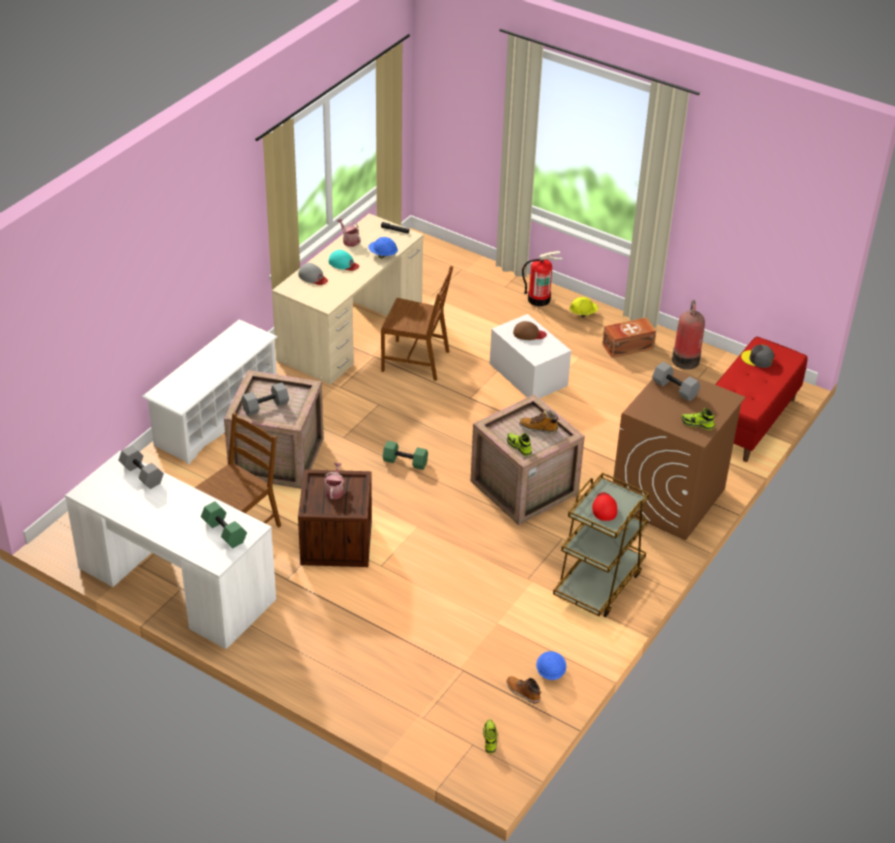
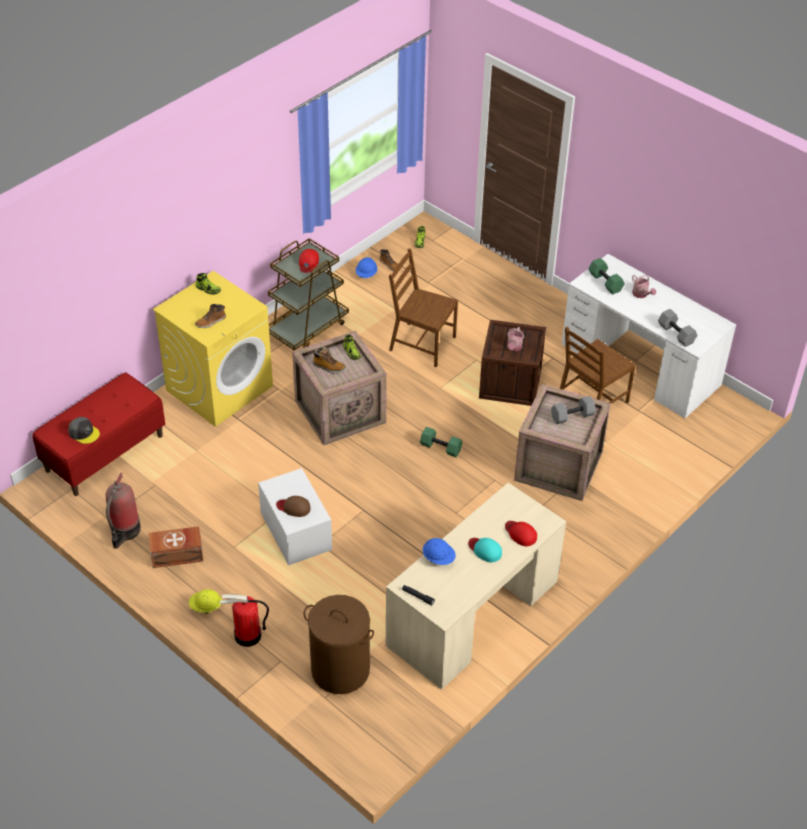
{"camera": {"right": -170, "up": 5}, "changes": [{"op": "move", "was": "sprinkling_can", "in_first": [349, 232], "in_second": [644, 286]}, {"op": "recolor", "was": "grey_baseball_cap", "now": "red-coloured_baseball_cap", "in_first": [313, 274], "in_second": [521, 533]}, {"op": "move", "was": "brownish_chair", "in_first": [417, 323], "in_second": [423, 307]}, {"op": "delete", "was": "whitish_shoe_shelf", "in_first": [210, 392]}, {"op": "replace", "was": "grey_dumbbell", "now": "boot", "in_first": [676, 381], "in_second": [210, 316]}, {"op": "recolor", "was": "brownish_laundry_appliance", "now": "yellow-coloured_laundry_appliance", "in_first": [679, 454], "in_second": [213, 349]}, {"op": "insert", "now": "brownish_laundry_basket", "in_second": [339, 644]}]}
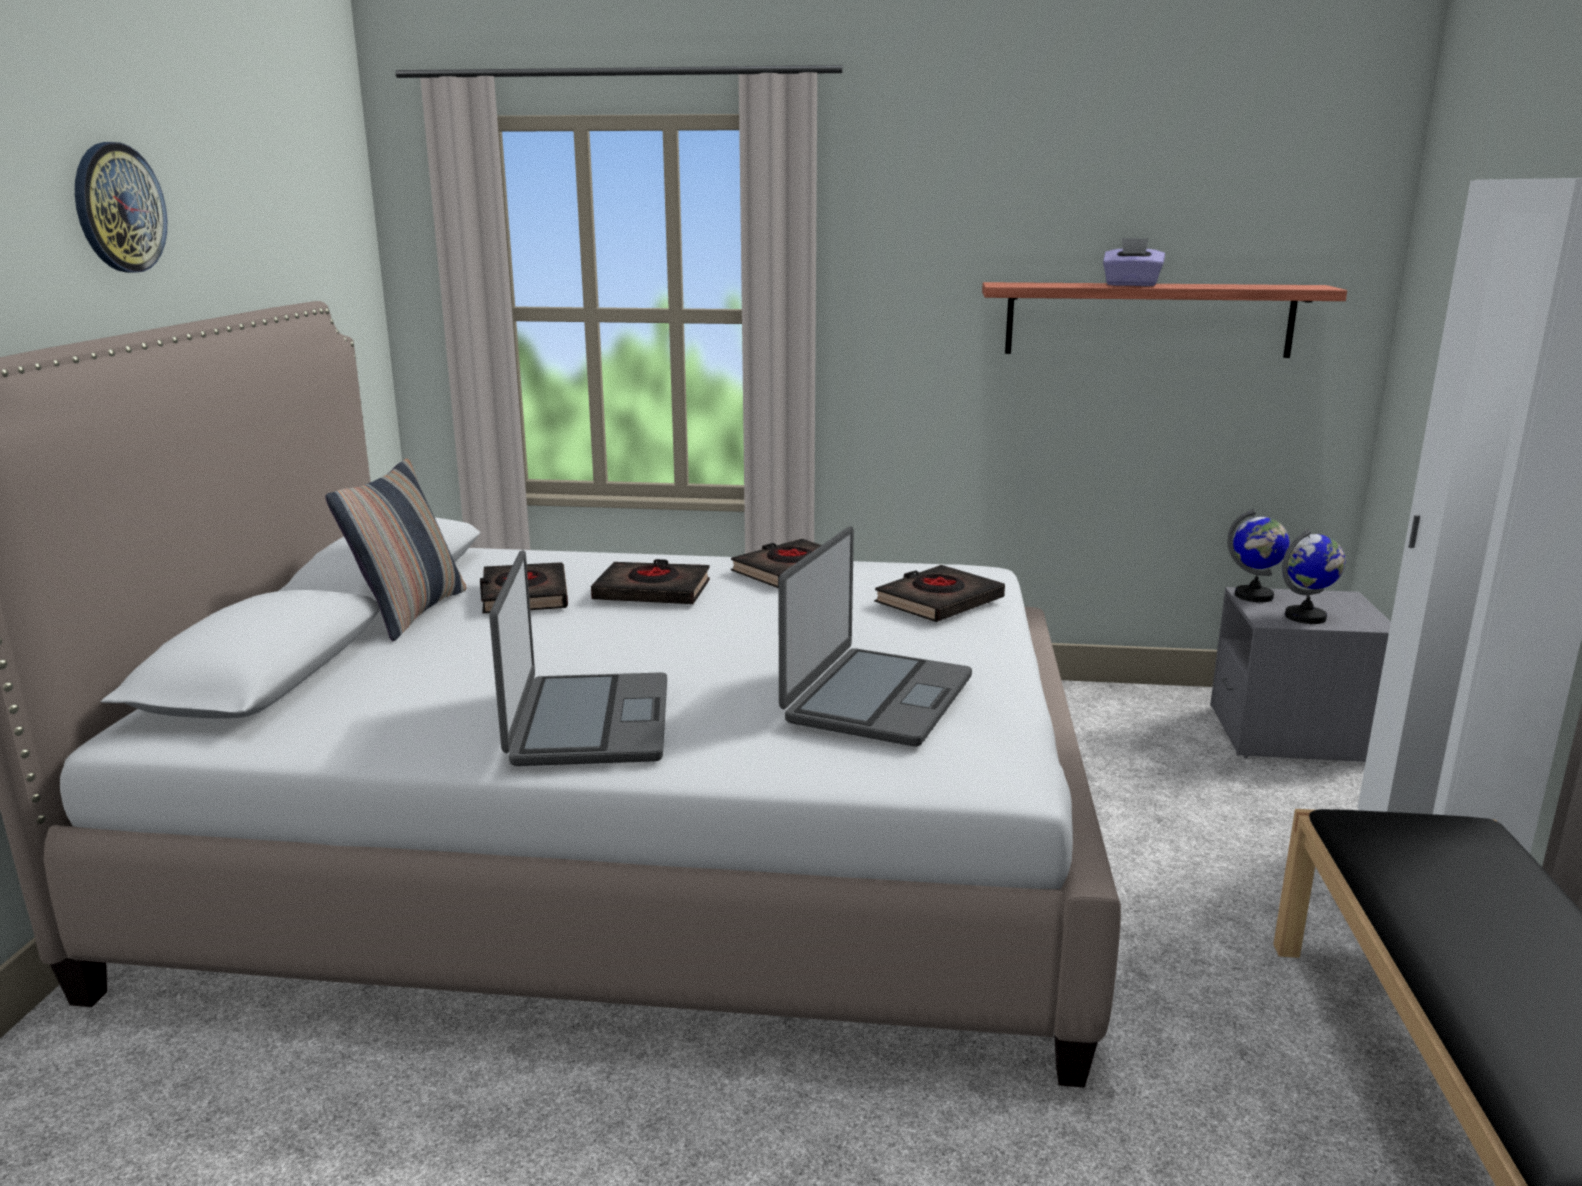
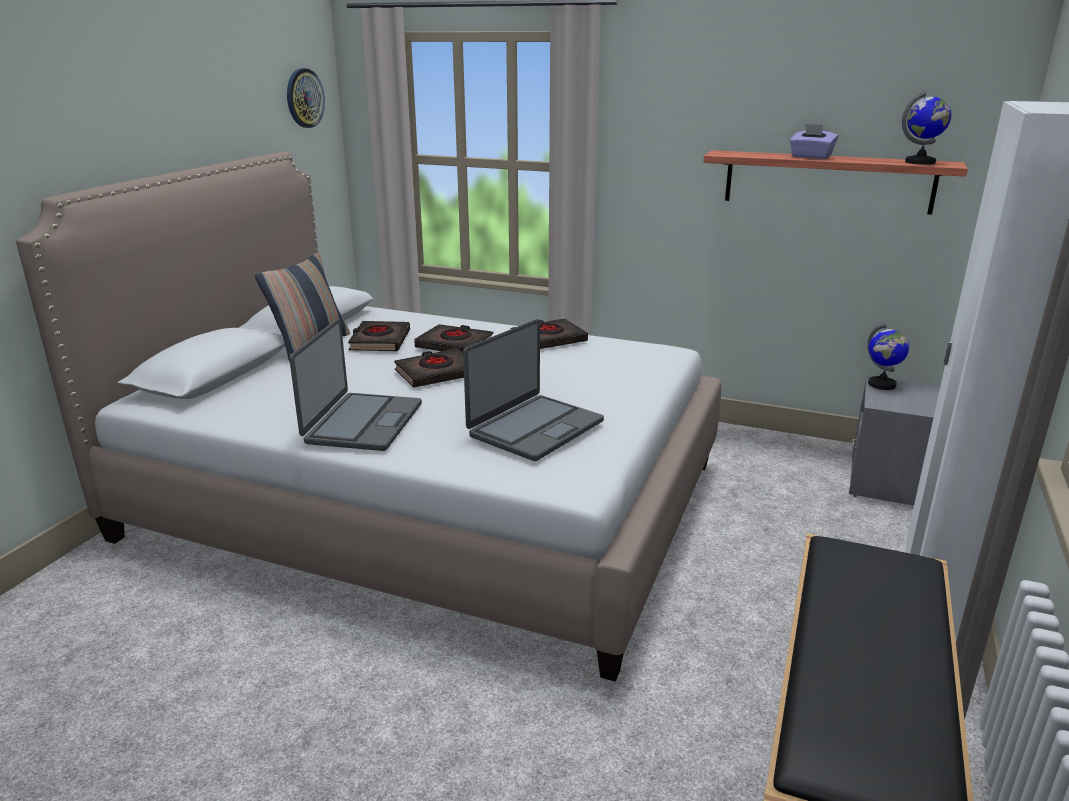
{"camera": {"right": 15, "up": 5}, "changes": [{"op": "move", "was": "hanging_clock", "in_first": [121, 207], "in_second": [306, 98]}, {"op": "move", "was": "world_globe", "in_first": [1313, 576], "in_second": [926, 128]}, {"op": "move", "was": "black_bound_book", "in_first": [939, 593], "in_second": [429, 368]}]}
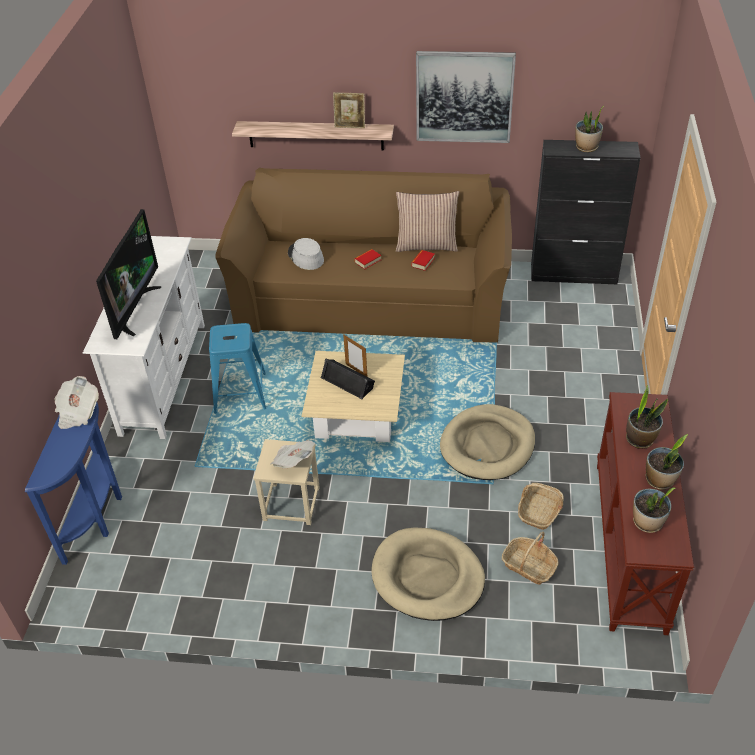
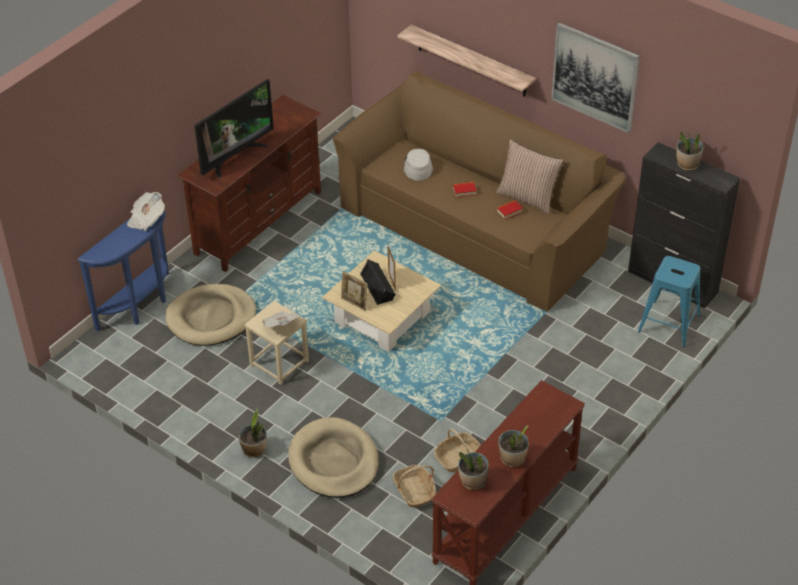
{"camera": {"right": 30, "up": 0}, "changes": [{"op": "move", "was": "picture_frame", "in_first": [349, 110], "in_second": [354, 291]}, {"op": "recolor", "was": "whitish_tv_stand", "now": "brownish_tv_stand", "in_first": [144, 337], "in_second": [249, 183]}, {"op": "move", "was": "bluish_sitting_stool", "in_first": [237, 368], "in_second": [669, 301]}, {"op": "move", "was": "plant_in_a_pot", "in_first": [647, 417], "in_second": [253, 433]}, {"op": "move", "was": "sand-coloured_pet_bed", "in_first": [487, 442], "in_second": [210, 315]}]}
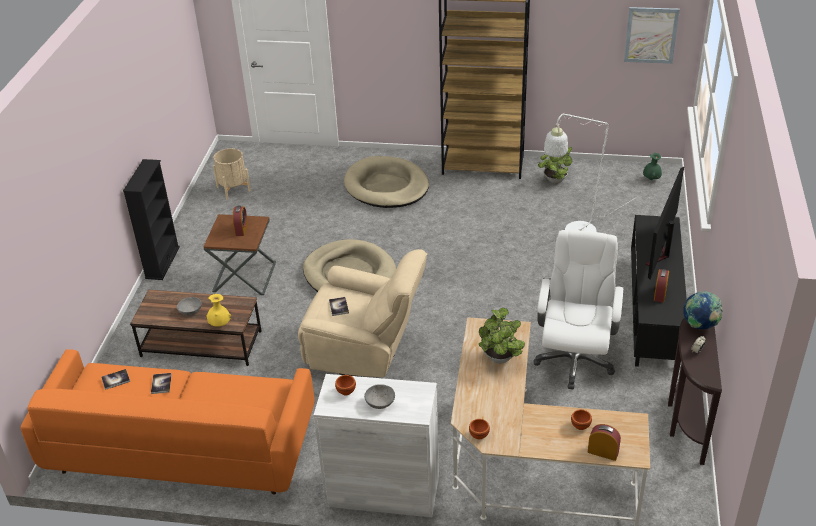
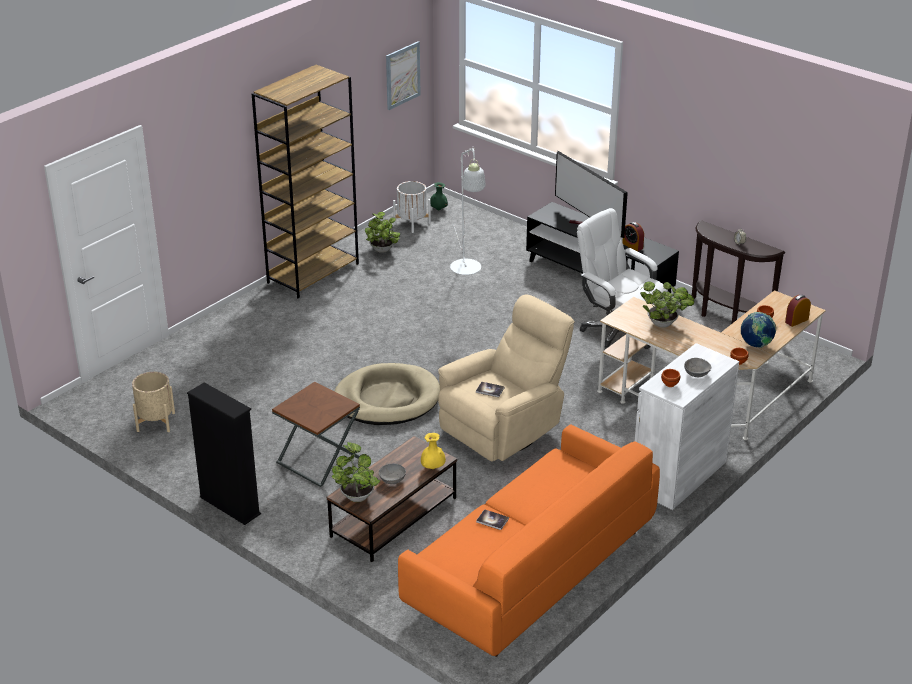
{"camera": {"right": -60, "up": -5}, "changes": [{"op": "delete", "was": "sand-coloured_pet_bed", "in_first": [386, 182]}, {"op": "delete", "was": "bedside_clock", "in_first": [240, 221]}, {"op": "move", "was": "world_globe", "in_first": [703, 310], "in_second": [758, 330]}, {"op": "delete", "was": "bound_book", "in_first": [115, 379]}, {"op": "insert", "now": "whitish_flower_pot", "in_second": [412, 207]}, {"op": "insert", "now": "plant_in_a_pot", "in_second": [356, 472]}]}
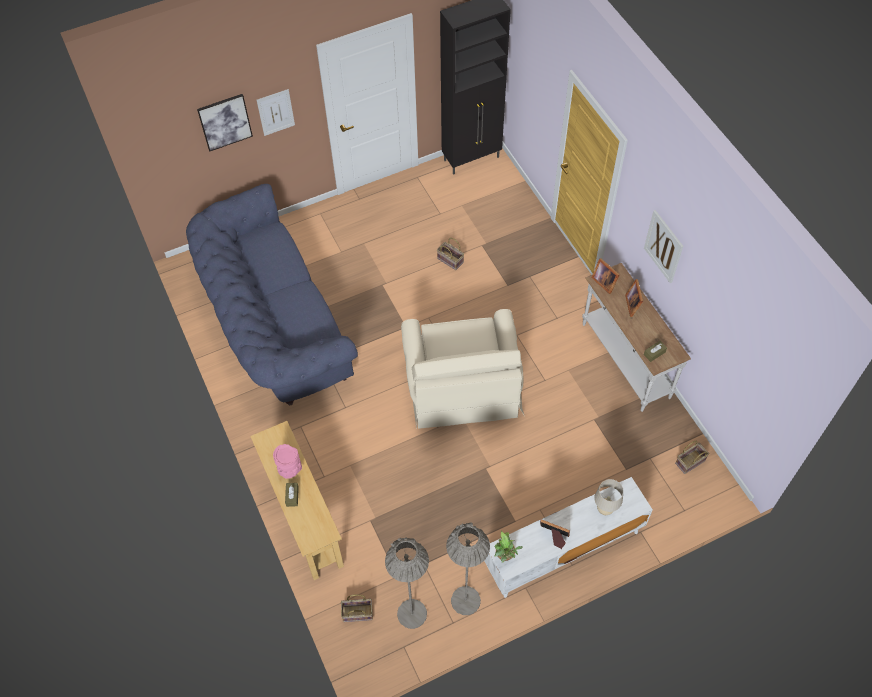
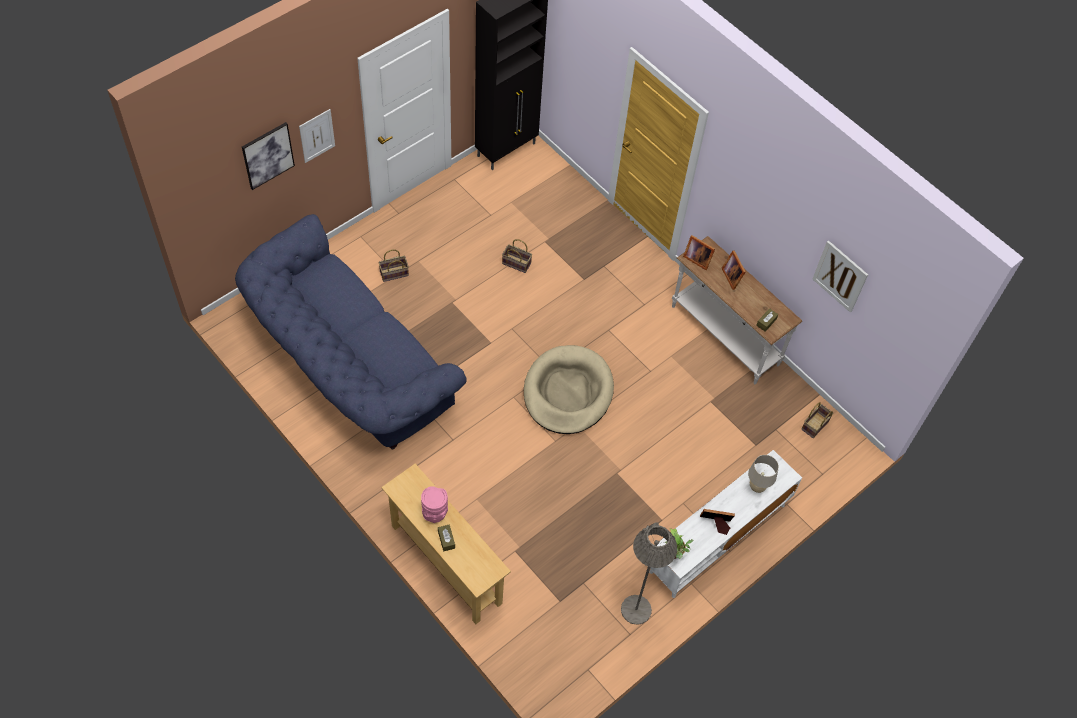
{"camera": {"right": -20, "up": 0}, "changes": [{"op": "move", "was": "wall_picture", "in_first": [663, 246], "in_second": [840, 276]}, {"op": "replace", "was": "sand-coloured_armchair", "now": "sand-coloured_pet_bed", "in_first": [462, 369], "in_second": [569, 389]}, {"op": "delete", "was": "grey_standard_lamp", "in_first": [407, 583]}, {"op": "move", "was": "storage_basket", "in_first": [357, 608], "in_second": [393, 265]}]}
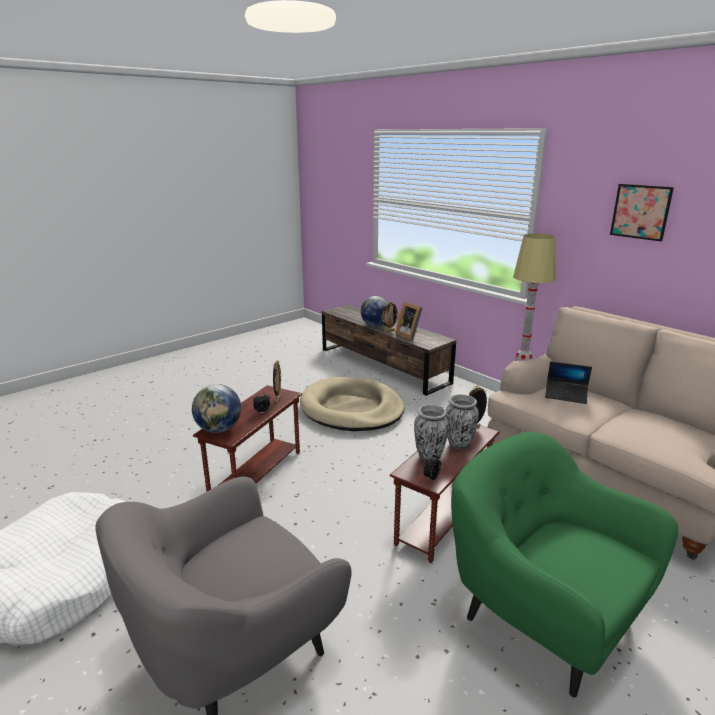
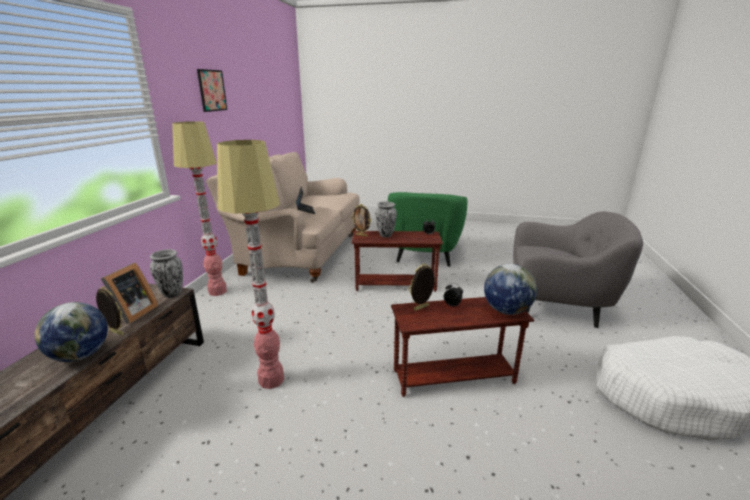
{"camera": {"right": -125, "up": 0}, "changes": [{"op": "replace", "was": "sand-coloured_pet_bed", "now": "standard_lamp", "in_first": [352, 404], "in_second": [250, 264]}, {"op": "move", "was": "vase", "in_first": [431, 433], "in_second": [166, 273]}]}
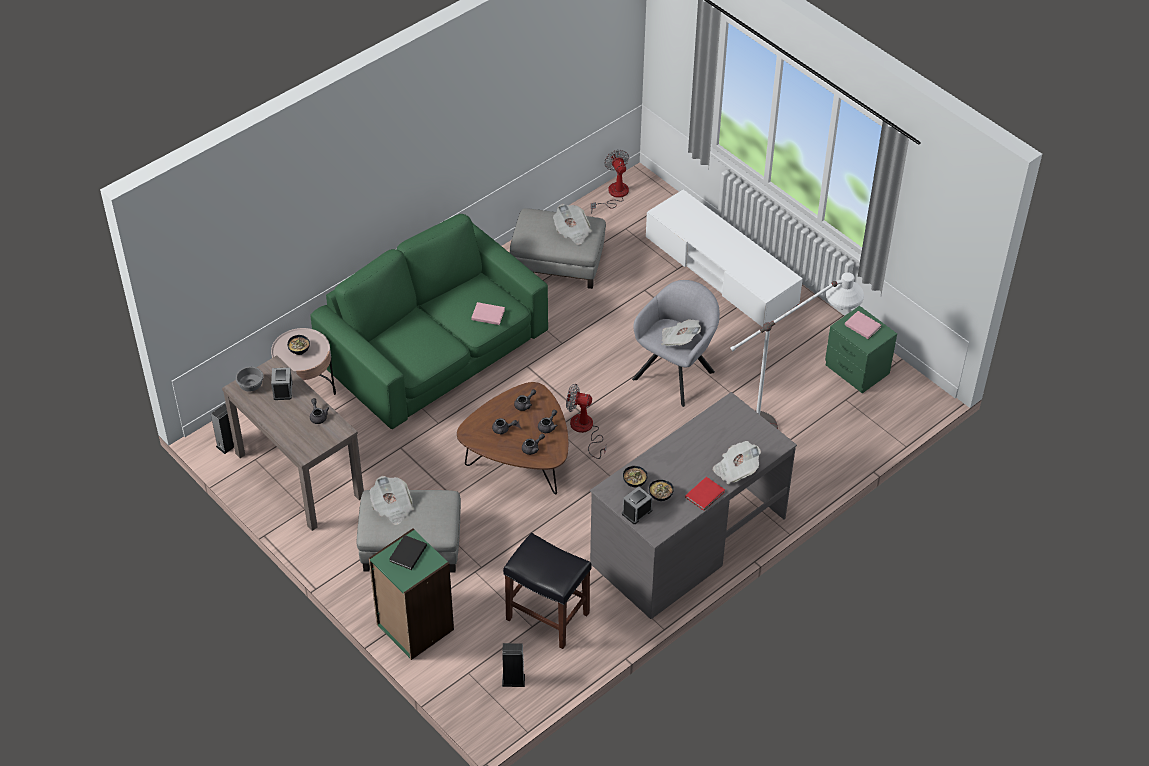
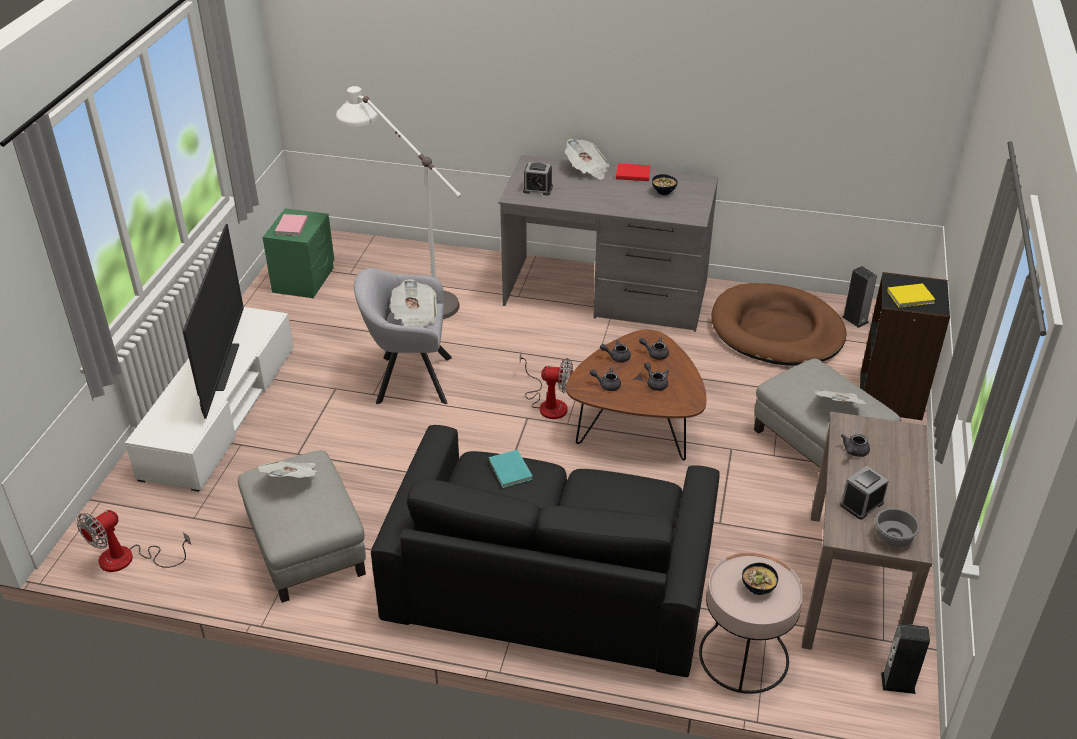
{"camera": {"right": -125, "up": -10}, "changes": [{"op": "recolor", "was": "green_sofa", "now": "black_sofa", "in_first": [429, 321], "in_second": [545, 551]}, {"op": "recolor", "was": "pinkish_bound_book", "now": "turquoise_bound_book", "in_first": [488, 313], "in_second": [510, 469]}, {"op": "rotate", "was": "cooling_fan", "in_first": [586, 421], "in_second": [546, 385], "clockwise": -60}, {"op": "delete", "was": "bowl", "in_first": [635, 476]}, {"op": "move", "was": "bedside_clock", "in_first": [637, 505], "in_second": [538, 178]}, {"op": "recolor", "was": "green_bookcase", "now": "black_bookcase", "in_first": [411, 594], "in_second": [905, 346]}, {"op": "replace", "was": "black_sitting_stool", "now": "brownish_pet_bed", "in_first": [547, 591], "in_second": [779, 324]}, {"op": "recolor", "was": "black_bound_book", "now": "yellow-coloured_bound_book", "in_first": [408, 552], "in_second": [911, 295]}, {"op": "insert", "now": "television", "in_second": [213, 321]}]}
